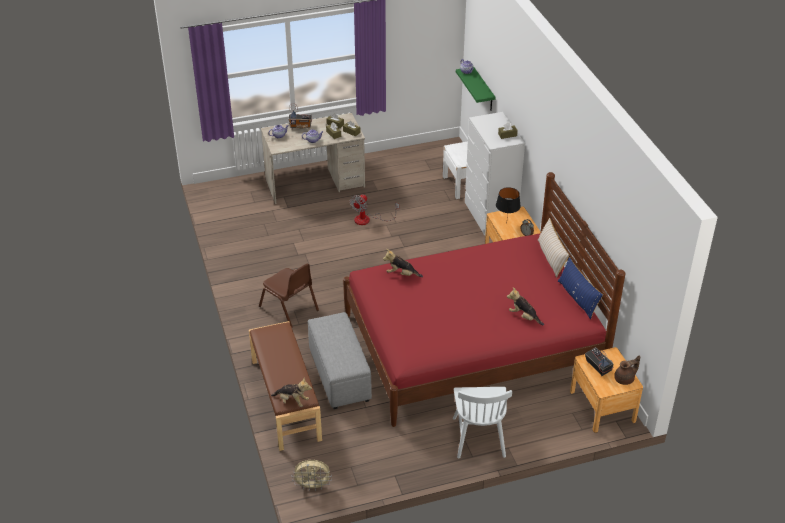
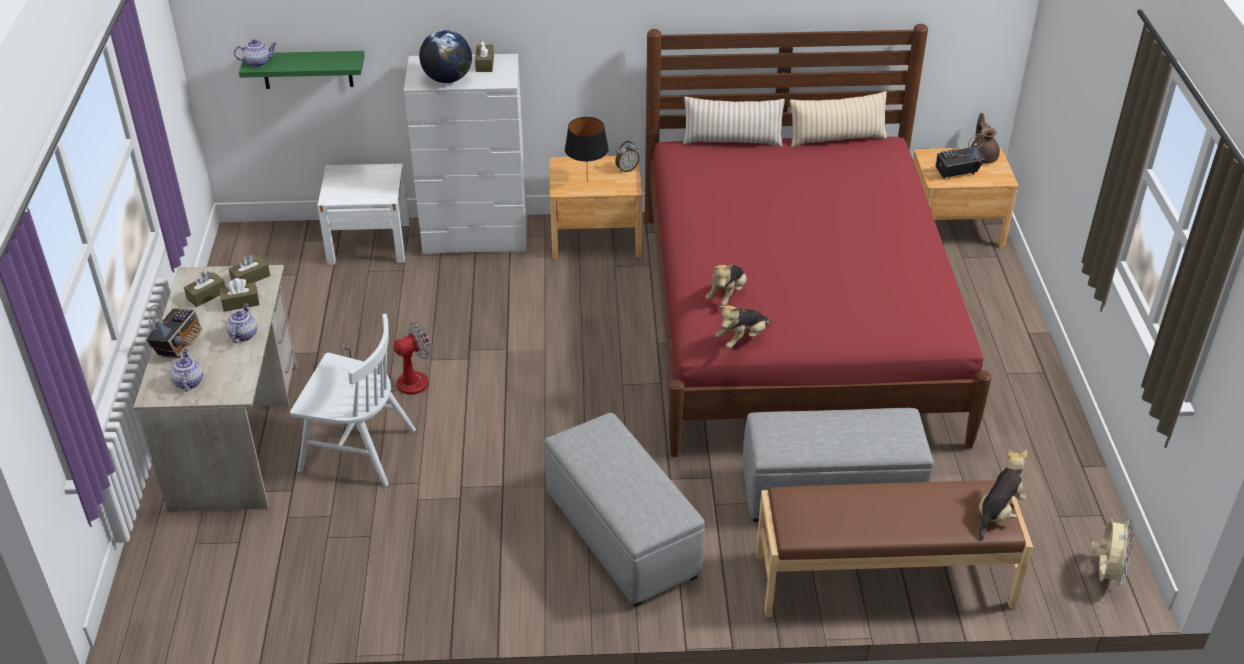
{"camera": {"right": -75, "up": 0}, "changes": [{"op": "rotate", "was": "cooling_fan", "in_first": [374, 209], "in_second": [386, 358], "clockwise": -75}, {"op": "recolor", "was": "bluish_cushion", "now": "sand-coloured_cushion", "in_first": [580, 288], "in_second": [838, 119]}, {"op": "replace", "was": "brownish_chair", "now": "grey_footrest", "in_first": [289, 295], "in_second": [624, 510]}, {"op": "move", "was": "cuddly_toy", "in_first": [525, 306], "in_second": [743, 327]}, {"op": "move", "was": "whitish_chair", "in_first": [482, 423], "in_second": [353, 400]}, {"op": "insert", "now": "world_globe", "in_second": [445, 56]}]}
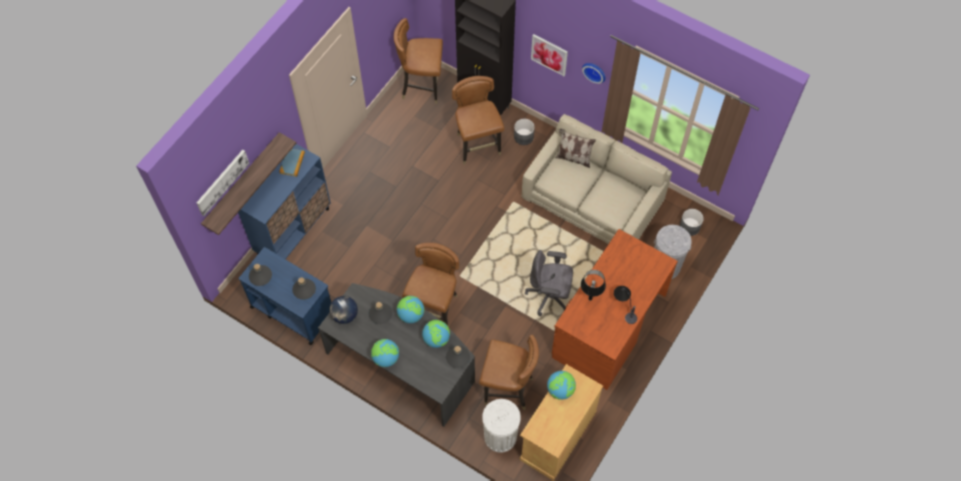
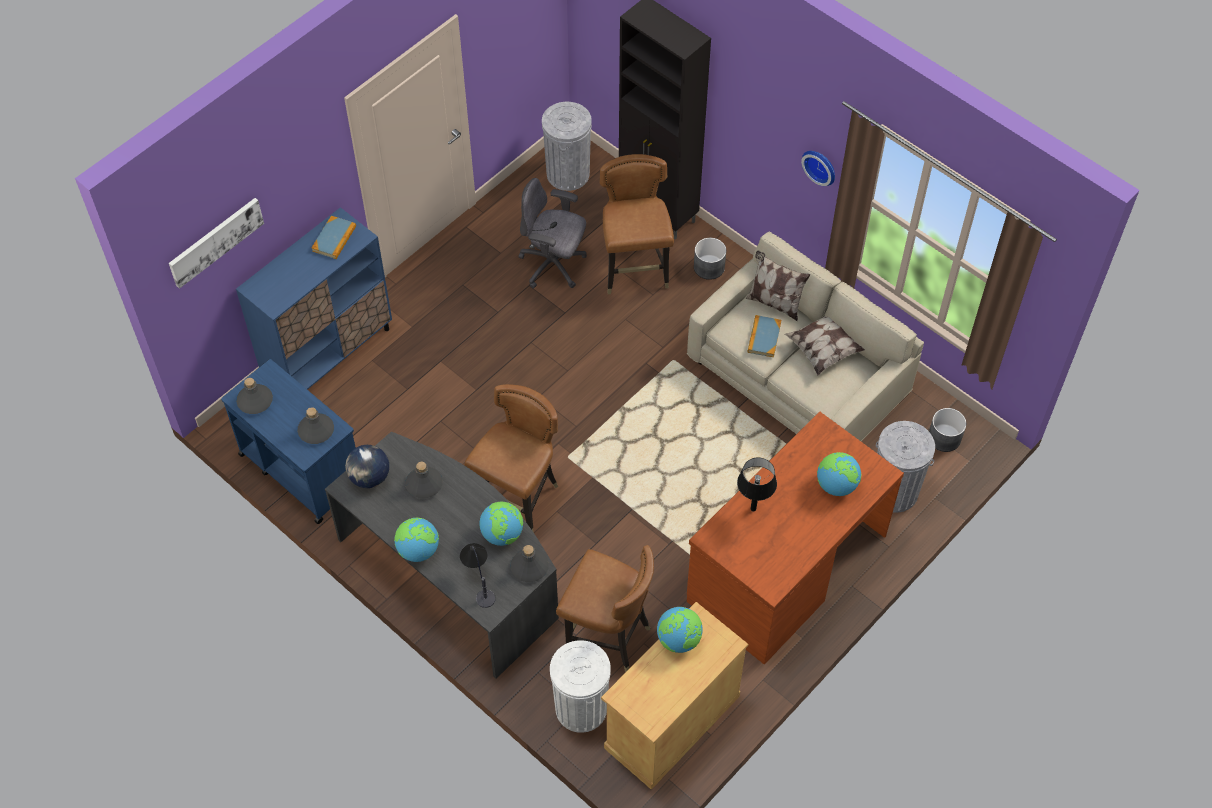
{"camera": {"right": 10, "up": -5}, "changes": [{"op": "replace", "was": "brownish_chair", "now": "grey_trash_can", "in_first": [418, 61], "in_second": [567, 146]}, {"op": "delete", "was": "wall_picture", "in_first": [549, 55]}, {"op": "delete", "was": "bracket_shelf", "in_first": [248, 183]}, {"op": "move", "was": "grey_computer_chair", "in_first": [549, 283], "in_second": [553, 233]}, {"op": "move", "was": "table_lamp", "in_first": [625, 305], "in_second": [478, 575]}, {"op": "move", "was": "world_globe", "in_first": [410, 309], "in_second": [839, 474]}, {"op": "insert", "now": "cushion", "in_second": [825, 342]}, {"op": "insert", "now": "bound_book", "in_second": [764, 336]}]}
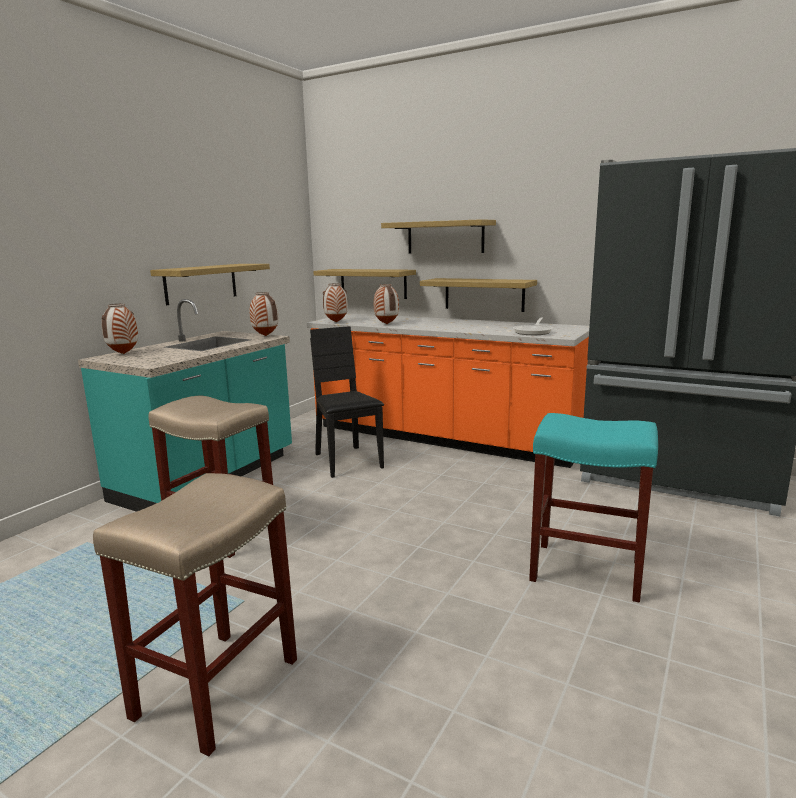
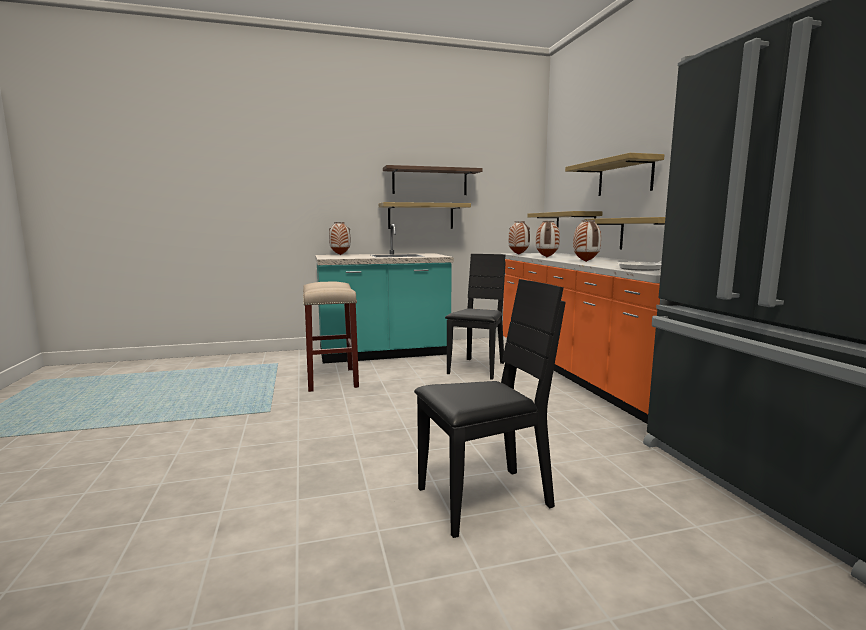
{"camera": {"right": 45, "up": -5}, "changes": [{"op": "move", "was": "vase", "in_first": [264, 314], "in_second": [587, 241]}, {"op": "replace", "was": "turquoise_sitting_stool", "now": "black_chair", "in_first": [593, 508], "in_second": [490, 408]}, {"op": "delete", "was": "sand-coloured_sitting_stool", "in_first": [195, 614]}, {"op": "insert", "now": "bracket_shelf", "in_second": [433, 180]}]}
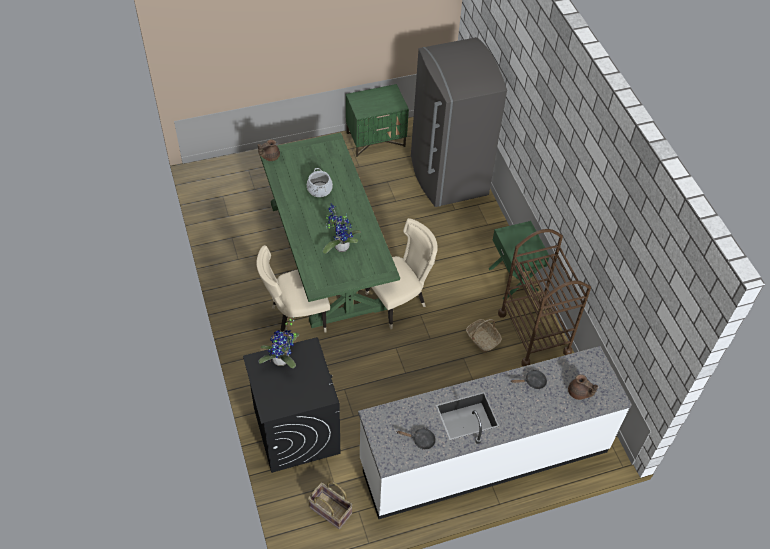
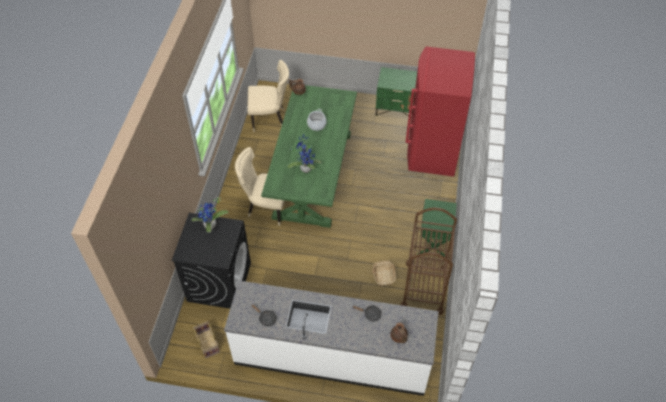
{"camera": {"right": 30, "up": 0}, "changes": [{"op": "recolor", "was": "grey_refrigerator", "now": "red-coloured_refrigerator", "in_first": [459, 122], "in_second": [440, 111]}, {"op": "move", "was": "sand-coloured_chair", "in_first": [401, 273], "in_second": [268, 96]}]}
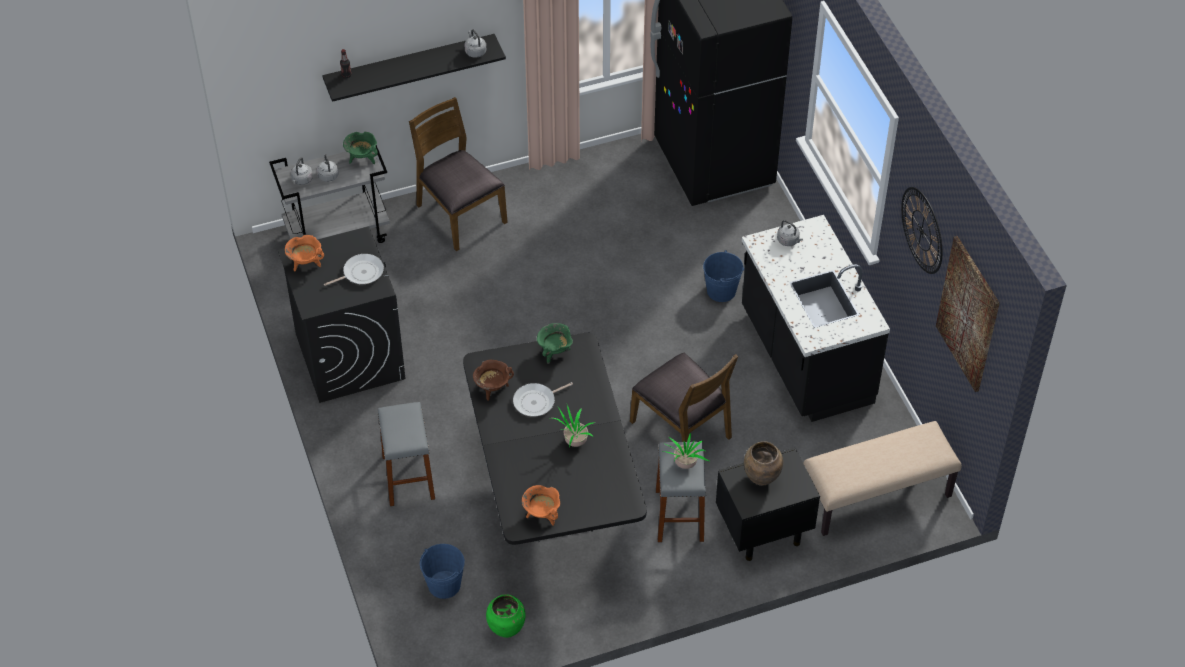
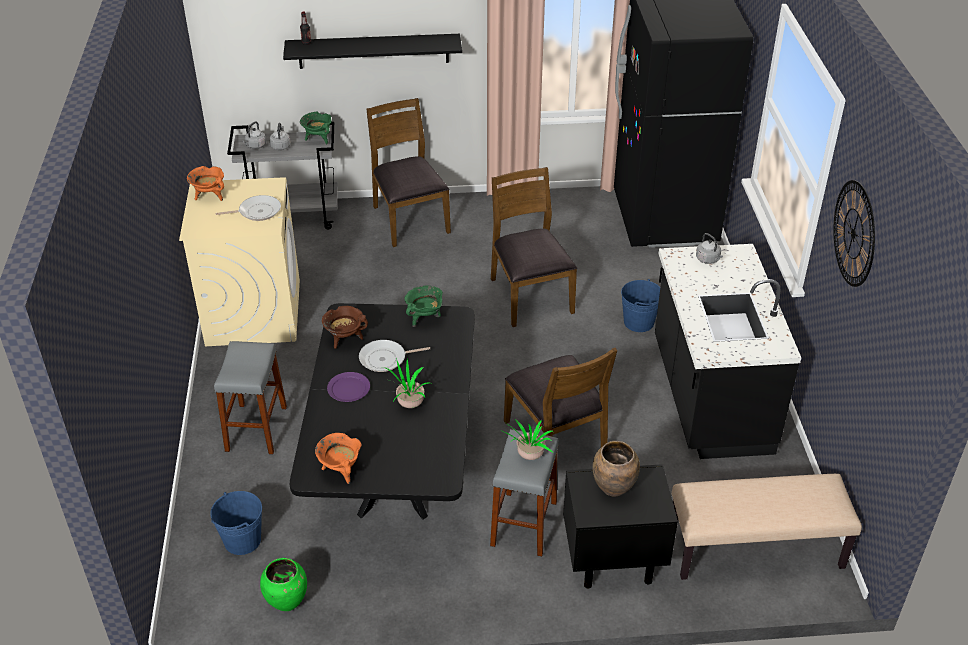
{"camera": {"right": 15, "up": -10}, "changes": [{"op": "delete", "was": "grey_water_kettle", "in_first": [475, 43]}, {"op": "recolor", "was": "black_laundry_appliance", "now": "sand-coloured_laundry_appliance", "in_first": [342, 315], "in_second": [239, 261]}, {"op": "delete", "was": "wall_picture", "in_first": [968, 314]}, {"op": "insert", "now": "brownish_chair", "in_second": [534, 247]}, {"op": "insert", "now": "purple-coloured_plate", "in_second": [348, 387]}]}
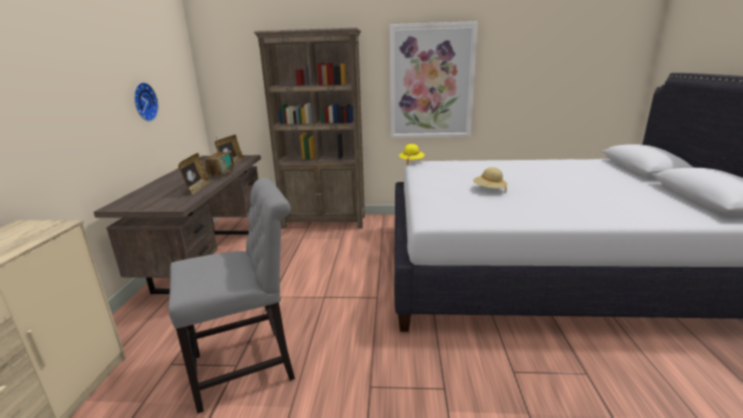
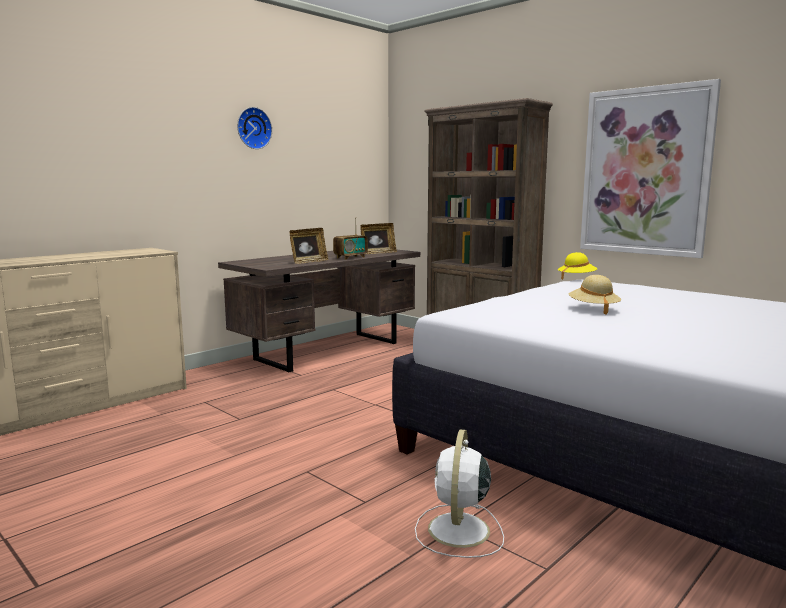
{"camera": {"right": 40, "up": -10}, "changes": [{"op": "move", "was": "hanging_clock", "in_first": [146, 101], "in_second": [254, 128]}, {"op": "delete", "was": "grey_chair", "in_first": [231, 295]}, {"op": "insert", "now": "whitish_cooling_fan", "in_second": [459, 493]}]}
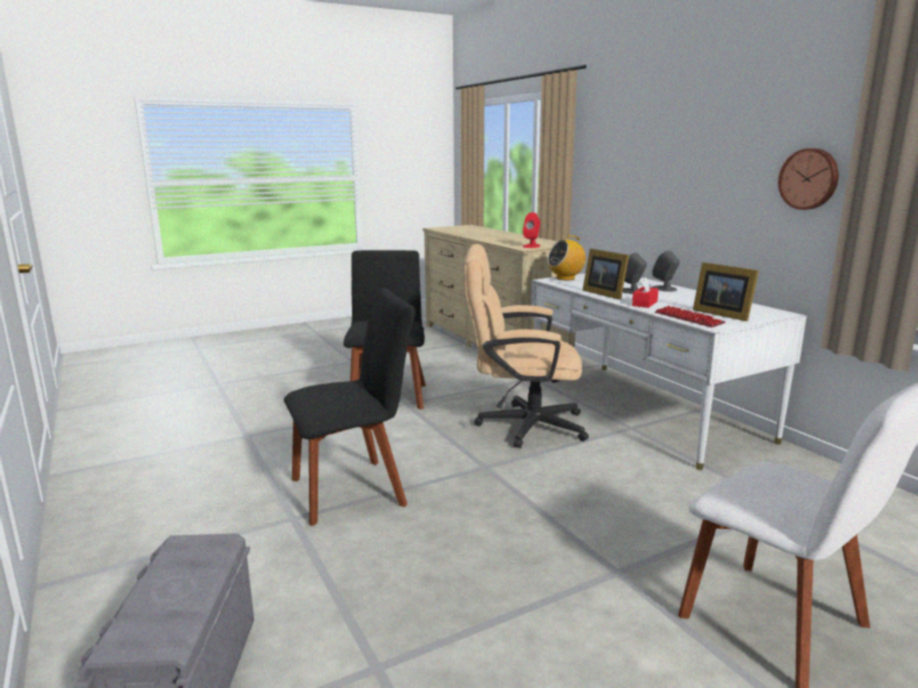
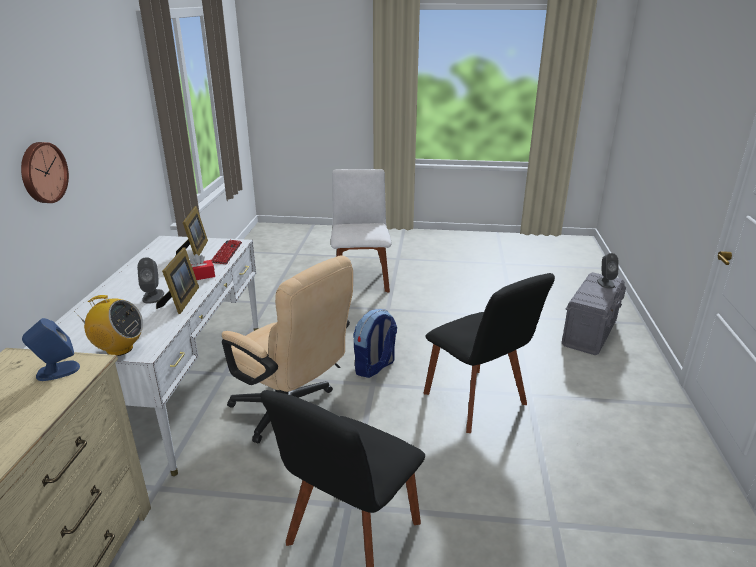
{"camera": {"right": -145, "up": 10}, "changes": [{"op": "move", "was": "hanging_clock", "in_first": [808, 179], "in_second": [45, 172]}, {"op": "recolor", "was": "red-coloured_loudspeaker", "now": "bluish_loudspeaker", "in_first": [531, 230], "in_second": [51, 349]}, {"op": "move", "was": "grey_loudspeaker", "in_first": [666, 271], "in_second": [608, 270]}, {"op": "rotate", "was": "black_chair", "in_first": [350, 407], "in_second": [489, 353], "clockwise": -135}, {"op": "insert", "now": "knapsack", "in_second": [375, 343]}]}
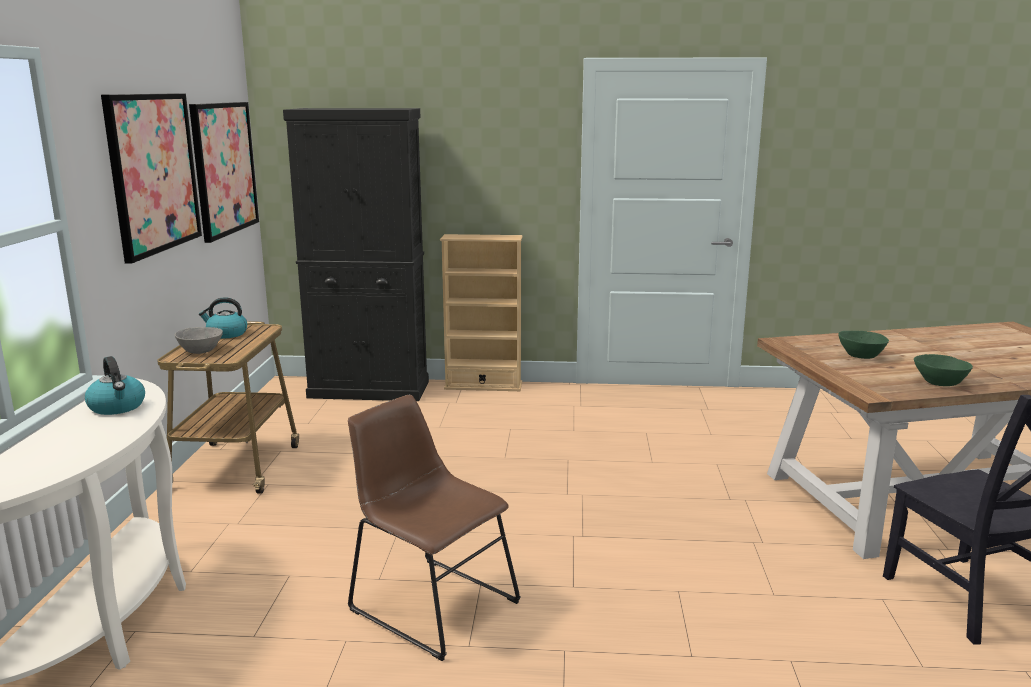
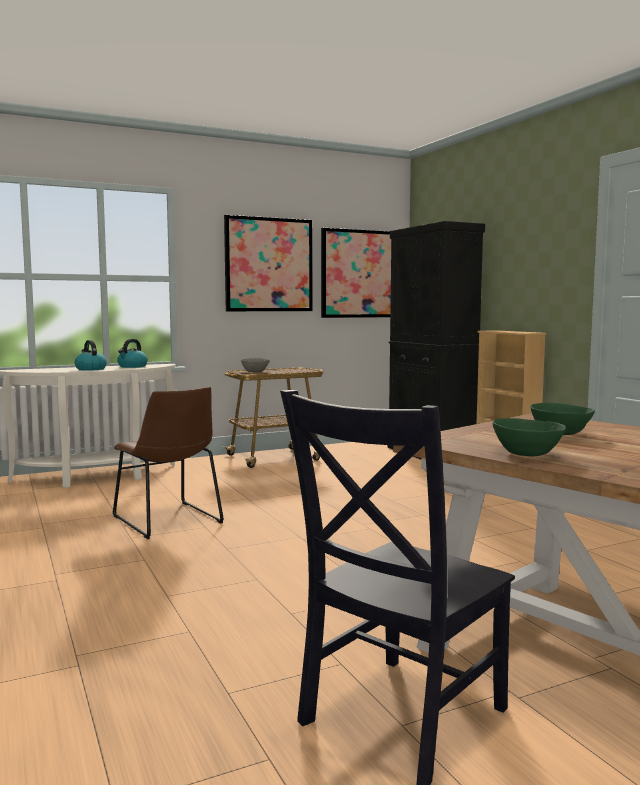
{"camera": {"right": 60, "up": -10}, "changes": [{"op": "move", "was": "water_kettle", "in_first": [223, 318], "in_second": [90, 355]}, {"op": "rotate", "was": "brownish_chair", "in_first": [434, 528], "in_second": [168, 463], "clockwise": 135}]}
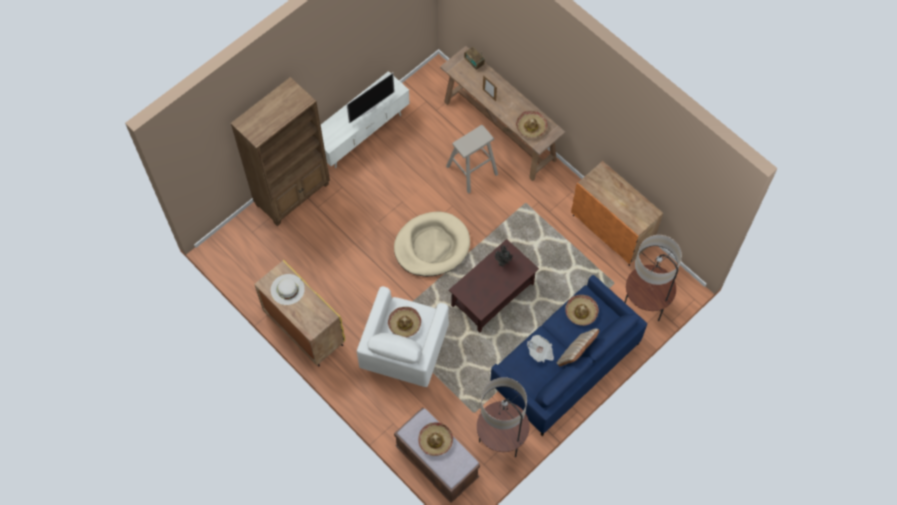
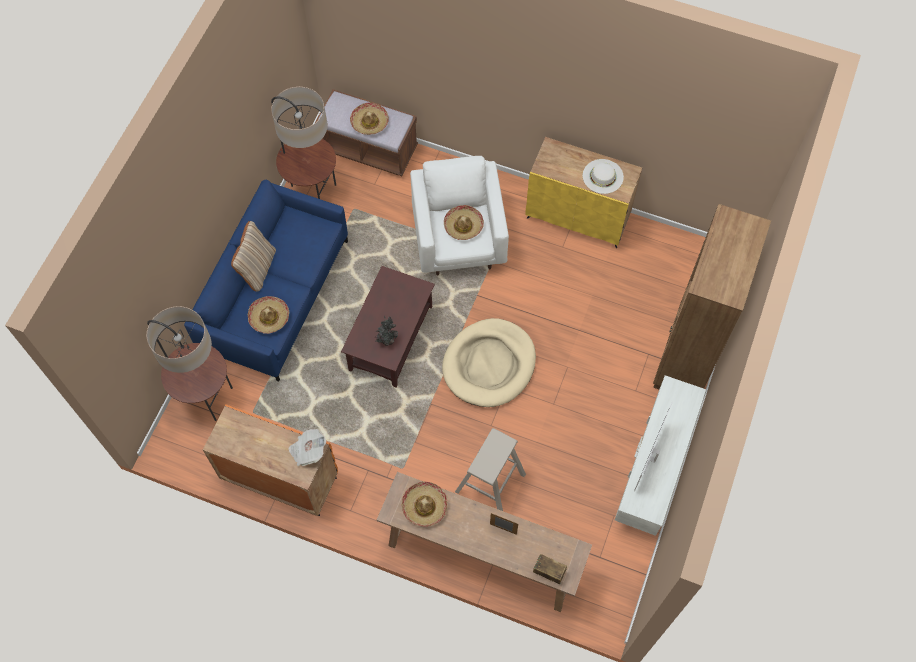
{"camera": {"right": 155, "up": 0}, "changes": [{"op": "move", "was": "daily_paper", "in_first": [540, 348], "in_second": [307, 447]}]}
